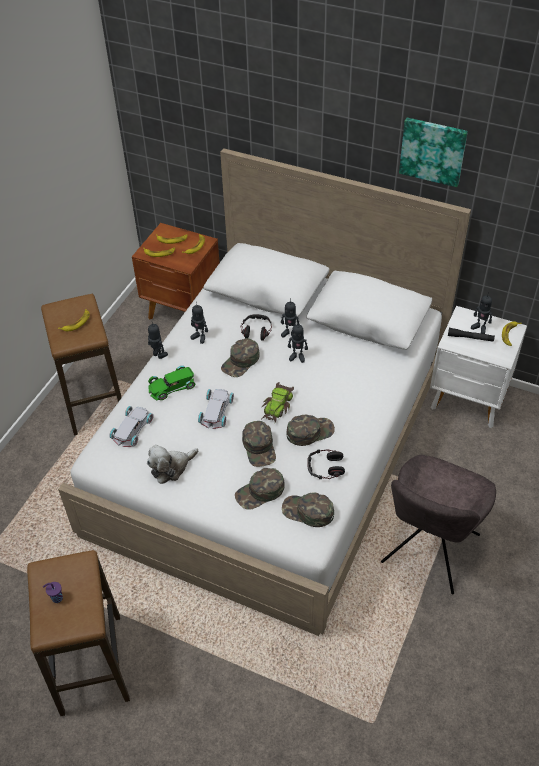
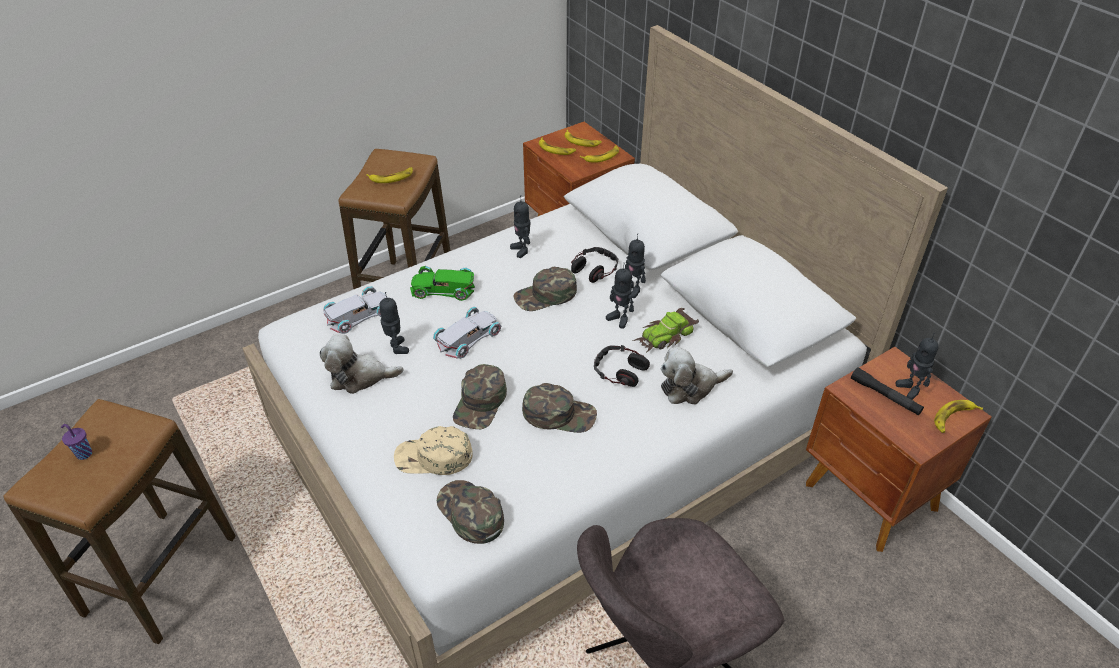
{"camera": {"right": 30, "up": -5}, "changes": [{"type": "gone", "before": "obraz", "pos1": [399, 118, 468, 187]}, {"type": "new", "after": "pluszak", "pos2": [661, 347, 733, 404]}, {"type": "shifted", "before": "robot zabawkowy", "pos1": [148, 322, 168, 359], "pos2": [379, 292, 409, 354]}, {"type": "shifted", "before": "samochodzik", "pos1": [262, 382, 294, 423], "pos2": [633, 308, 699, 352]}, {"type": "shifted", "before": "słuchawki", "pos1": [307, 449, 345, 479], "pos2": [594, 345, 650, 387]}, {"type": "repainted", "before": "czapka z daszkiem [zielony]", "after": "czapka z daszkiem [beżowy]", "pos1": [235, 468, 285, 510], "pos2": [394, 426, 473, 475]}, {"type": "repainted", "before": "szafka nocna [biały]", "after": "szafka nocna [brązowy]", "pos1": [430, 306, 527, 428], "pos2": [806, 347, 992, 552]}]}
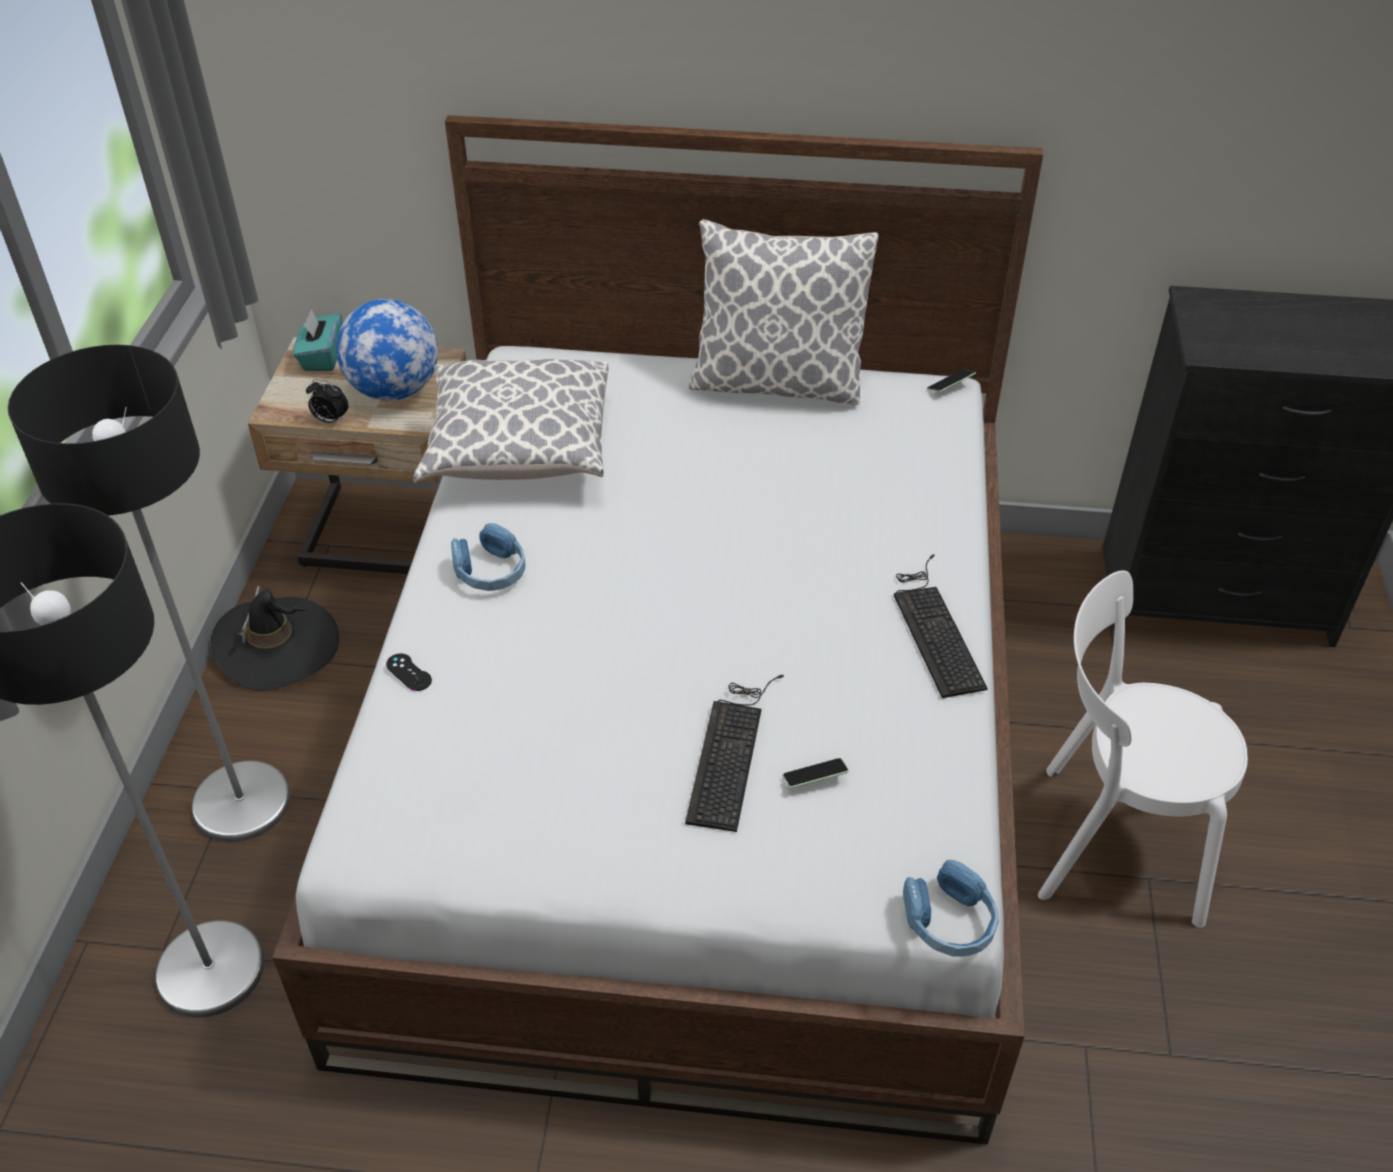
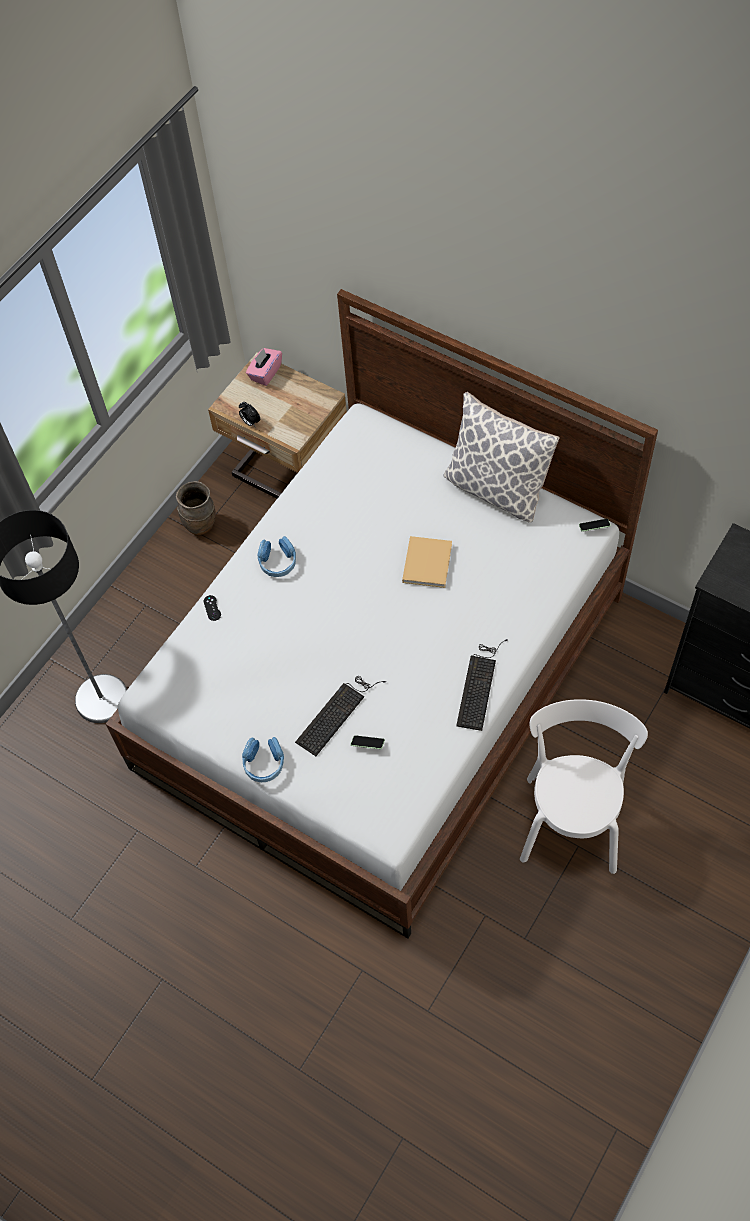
{"camera": {"right": 30, "up": 15}, "changes": [{"type": "gone", "before": "lampa stojąca", "pos1": [8, 345, 290, 842]}, {"type": "gone", "before": "globus", "pos1": [336, 299, 438, 401]}, {"type": "gone", "before": "poduszka", "pos1": [413, 359, 609, 483]}, {"type": "new", "after": "książka [beżowy]", "pos2": [402, 536, 452, 588]}, {"type": "shifted", "before": "słuchawki [niebieski]", "pos1": [903, 860, 999, 957], "pos2": [242, 737, 284, 782]}, {"type": "swapped", "before": "kapelusz [czarny]", "after": "wazon [brązowy]", "pos1": [211, 586, 339, 691], "pos2": [176, 481, 216, 535]}, {"type": "repainted", "before": "pudełko chusteczek [turkusowy]", "after": "pudełko chusteczek [różowy]", "pos1": [293, 309, 343, 371], "pos2": [246, 348, 282, 386]}, {"type": "rotated", "before": "krzesło [biały]", "pos1": [1038, 570, 1248, 928], "pos2": [520, 699, 648, 874], "turn": 60}]}
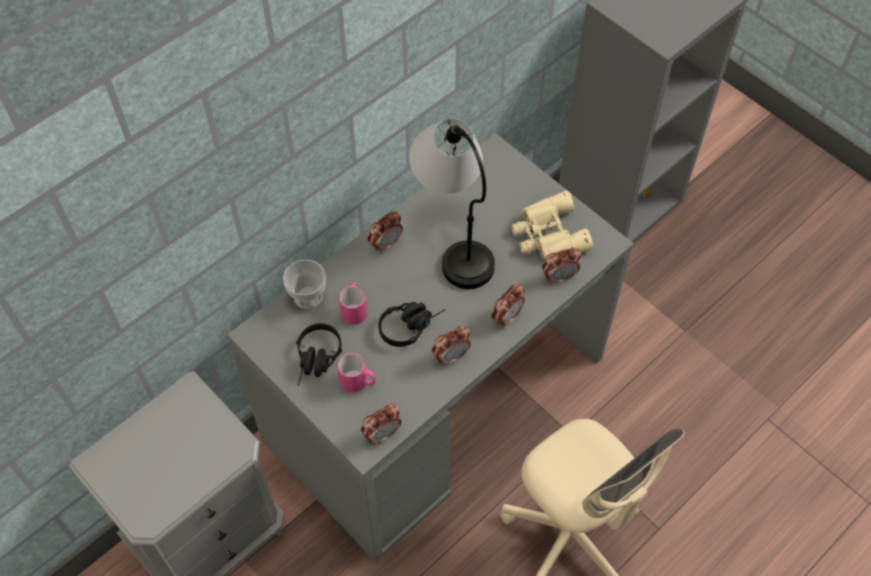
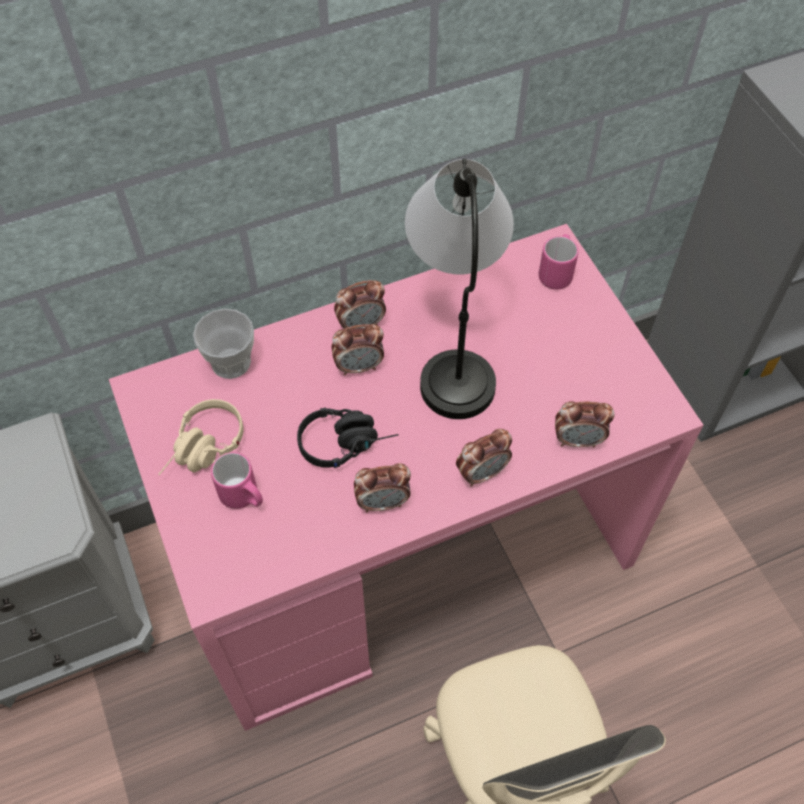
{"camera": {"right": 20, "up": 0}, "changes": [{"type": "gone", "before": "lornetka [beżowy]", "pos1": [511, 190, 593, 260]}, {"type": "shifted", "before": "kubek [różowy]", "pos1": [339, 282, 367, 325], "pos2": [539, 234, 579, 290]}, {"type": "shifted", "before": "budzik", "pos1": [361, 404, 401, 445], "pos2": [331, 324, 384, 376]}, {"type": "repainted", "before": "biurko [szary]", "after": "biurko [różowy]", "pos1": [227, 133, 633, 562], "pos2": [109, 224, 703, 731]}, {"type": "repainted", "before": "słuchawki [czarny]", "after": "słuchawki [beżowy]", "pos1": [296, 323, 342, 386], "pos2": [158, 399, 244, 475]}]}
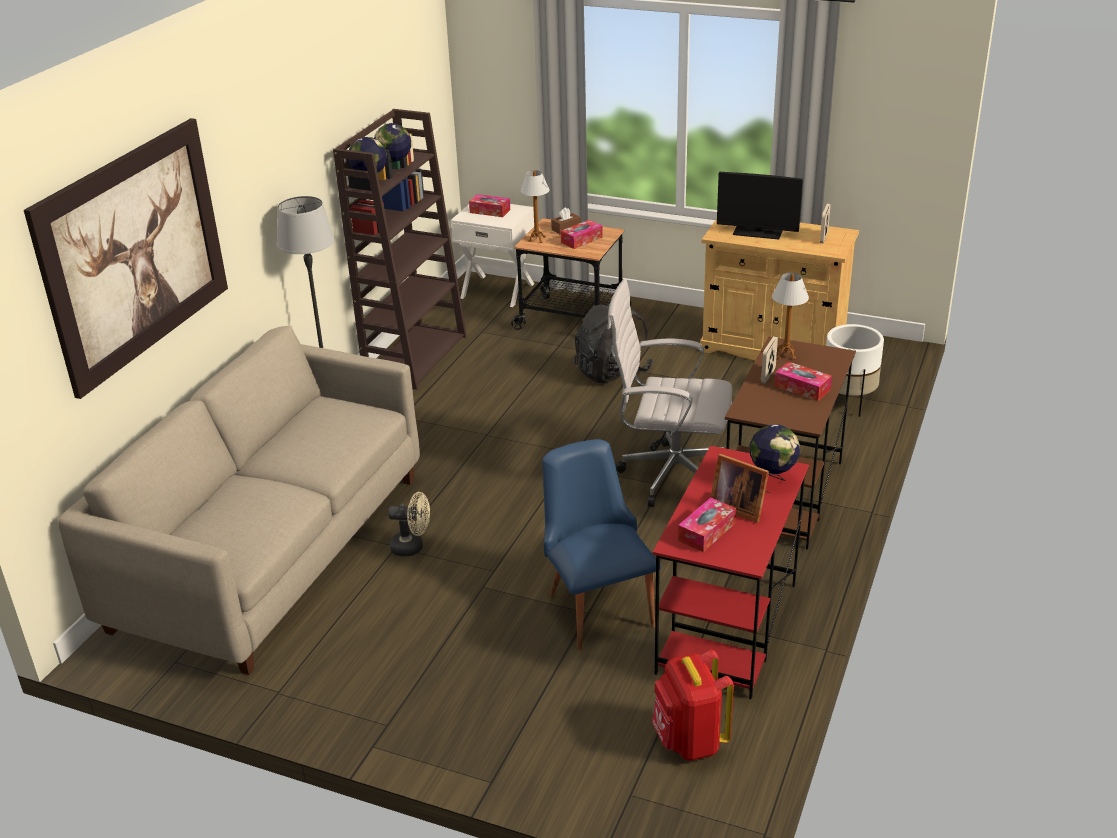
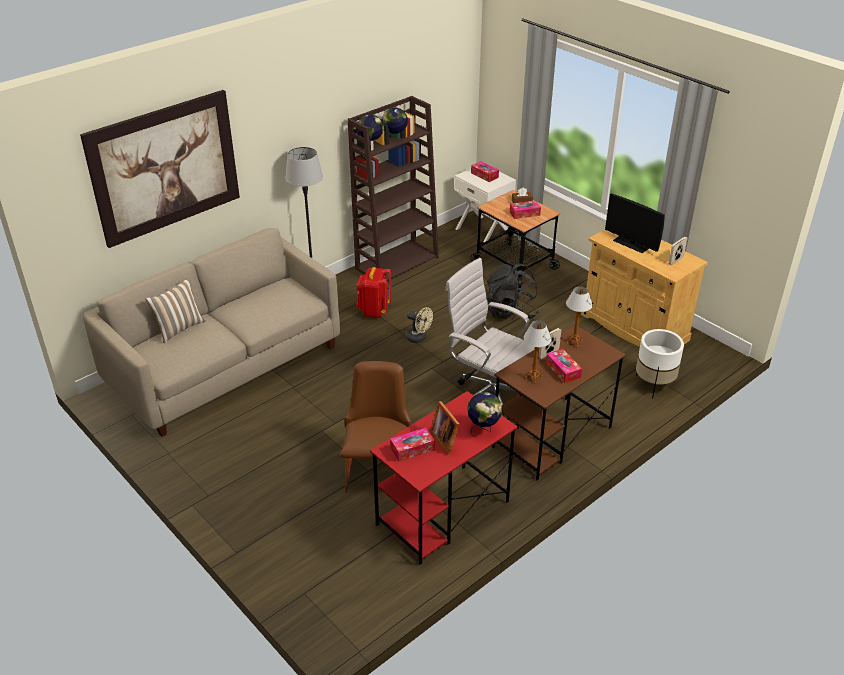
{"camera": {"right": 25, "up": 5}, "changes": [{"type": "new", "after": "poduszka", "pos2": [145, 277, 205, 343]}, {"type": "shifted", "before": "wentylator [beżowy]", "pos1": [388, 492, 430, 557], "pos2": [406, 307, 433, 343]}, {"type": "shifted", "before": "lampa stołowa", "pos1": [520, 170, 550, 243], "pos2": [523, 320, 552, 383]}, {"type": "shifted", "before": "plecak [czerwony]", "pos1": [652, 650, 734, 761], "pos2": [356, 267, 392, 318]}, {"type": "repainted", "before": "krzesło [niebieski]", "after": "krzesło [brązowy]", "pos1": [542, 439, 661, 650], "pos2": [340, 361, 412, 493]}]}
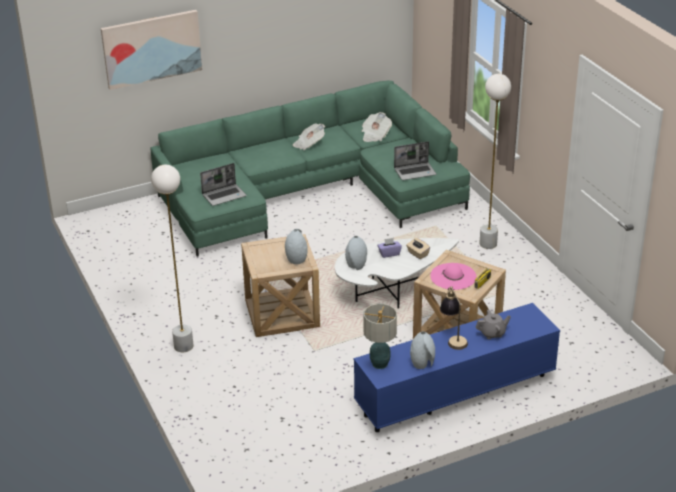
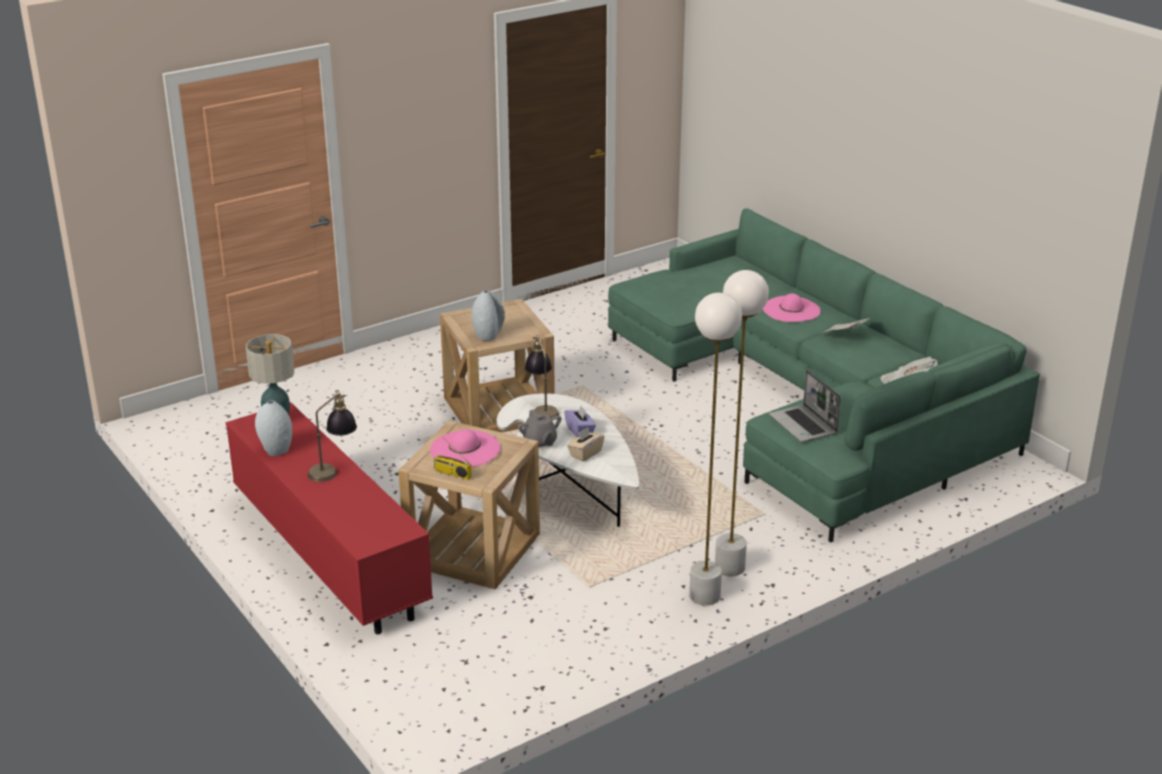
{"camera": {"right": 80, "up": -5}, "changes": [{"type": "gone", "before": "obraz", "pos1": [101, 10, 202, 90]}, {"type": "gone", "before": "laptop", "pos1": [200, 163, 247, 206]}, {"type": "new", "after": "kapelusz [różowy]", "pos2": [763, 293, 821, 322]}, {"type": "shifted", "before": "lampa stojąca [biały]", "pos1": [151, 165, 194, 352], "pos2": [689, 293, 742, 606]}, {"type": "shifted", "before": "imbryk [szary]", "pos1": [476, 310, 511, 339], "pos2": [518, 410, 562, 447]}, {"type": "swapped", "before": "wazon [szary]", "after": "lampa stołowa", "pos1": [345, 236, 367, 270], "pos2": [525, 335, 559, 418]}, {"type": "repainted", "before": "szafka pod telewizor [niebieski]", "after": "szafka pod telewizor [czerwony]", "pos1": [354, 303, 560, 432], "pos2": [225, 402, 433, 634]}]}
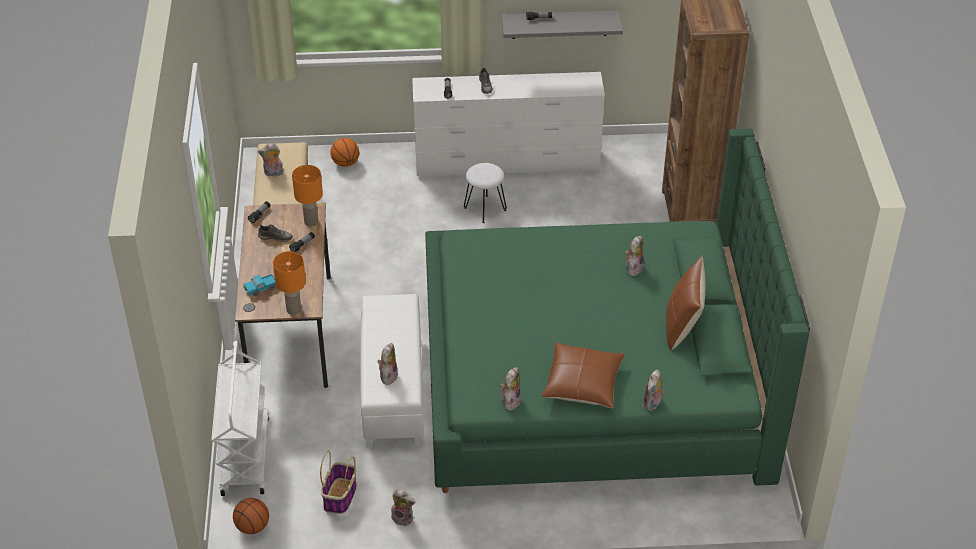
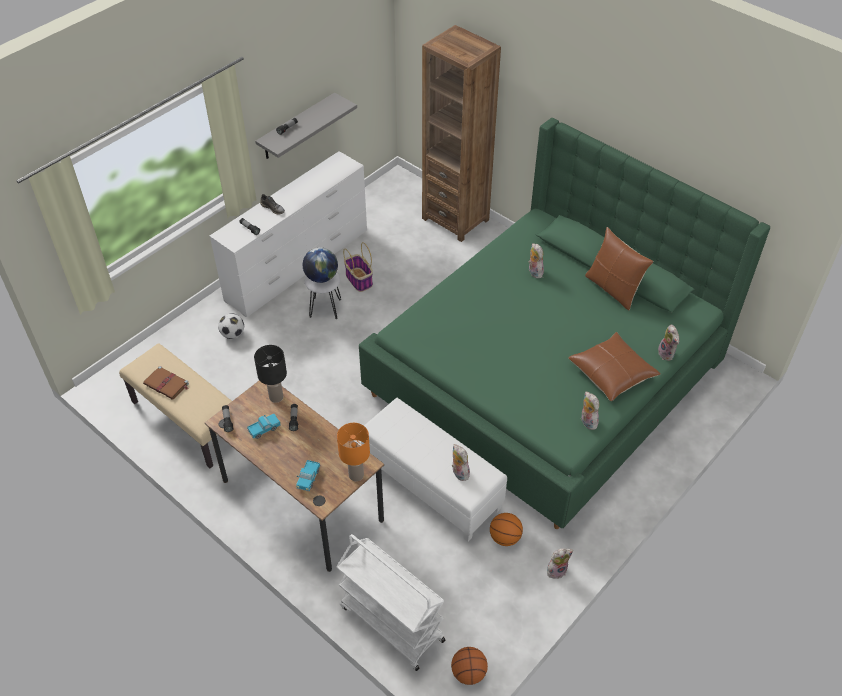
{"camera": {"right": -45, "up": 5}, "changes": [{"type": "new", "after": "piłka futbolowa", "pos2": [218, 313, 244, 339]}, {"type": "new", "after": "globus", "pos2": [303, 247, 338, 283]}, {"type": "shifted", "before": "koszyk", "pos1": [320, 450, 357, 514], "pos2": [343, 242, 373, 292]}, {"type": "shifted", "before": "piłka do koszykówki", "pos1": [331, 138, 359, 167], "pos2": [490, 513, 523, 546]}, {"type": "swapped", "before": "pluszak", "after": "książka [brązowy]", "pos1": [258, 143, 284, 177], "pos2": [143, 366, 189, 400]}, {"type": "swapped", "before": "but [szary]", "after": "ciężarówka zabawkowa", "pos1": [258, 225, 293, 242], "pos2": [247, 414, 281, 439]}, {"type": "repainted", "before": "lampa stołowa [pomarańczowy]", "after": "lampa stołowa [czarny]", "pos1": [292, 165, 323, 227], "pos2": [254, 345, 287, 403]}]}
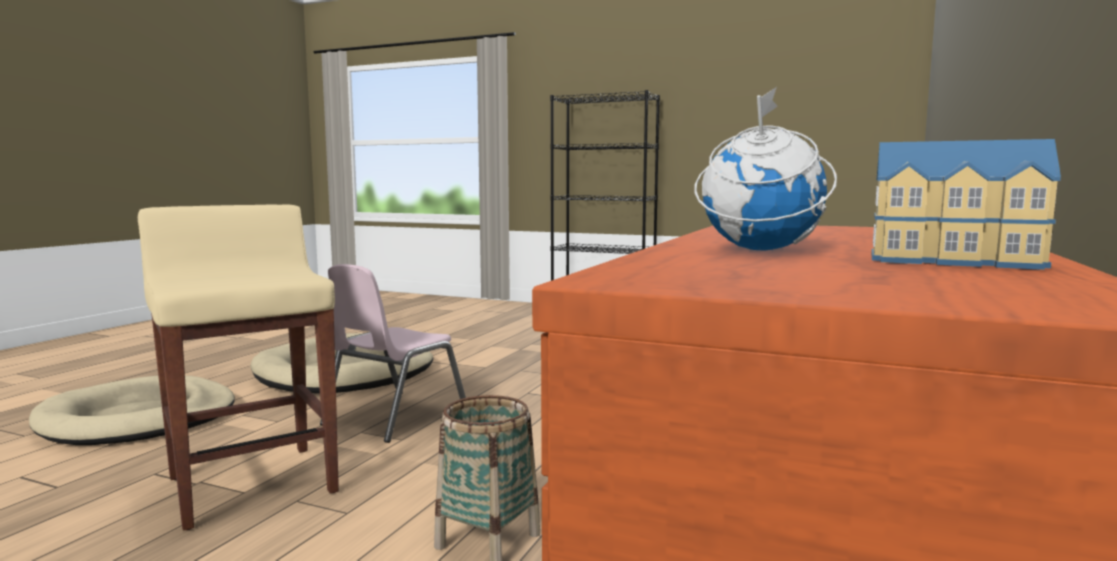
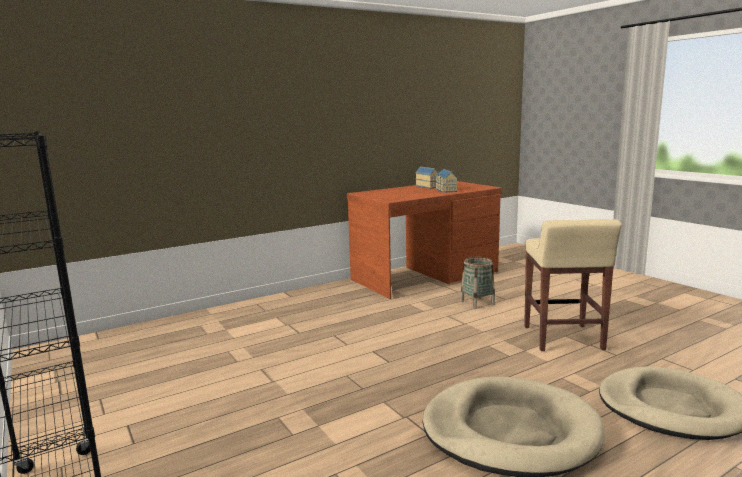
{"camera": {"right": -145, "up": 5}, "changes": [{"type": "gone", "before": "krzesło [różowy]", "pos1": [320, 264, 466, 443]}, {"type": "swapped", "before": "globus", "after": "domek", "pos1": [695, 87, 837, 251], "pos2": [436, 169, 458, 193]}]}
